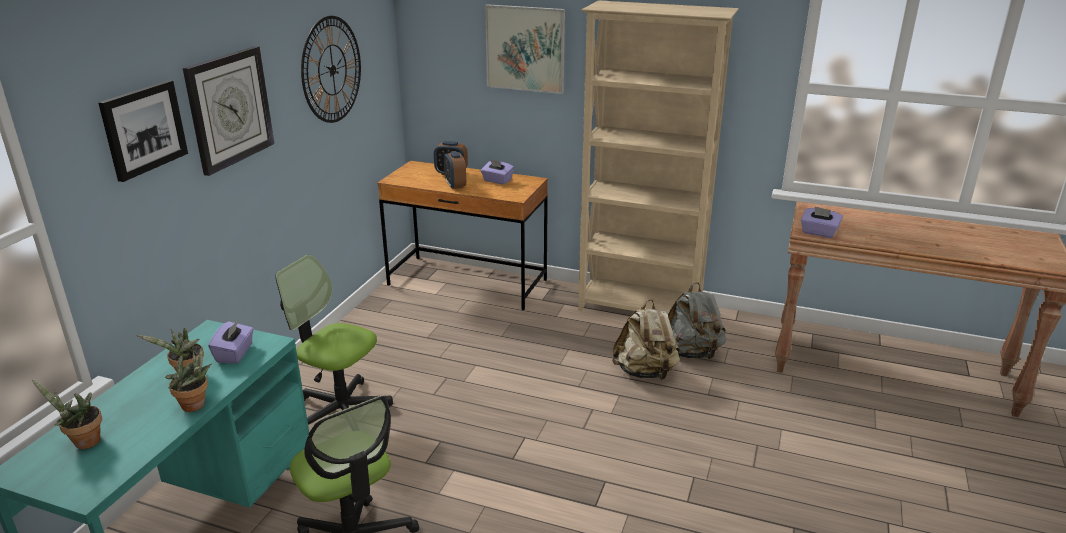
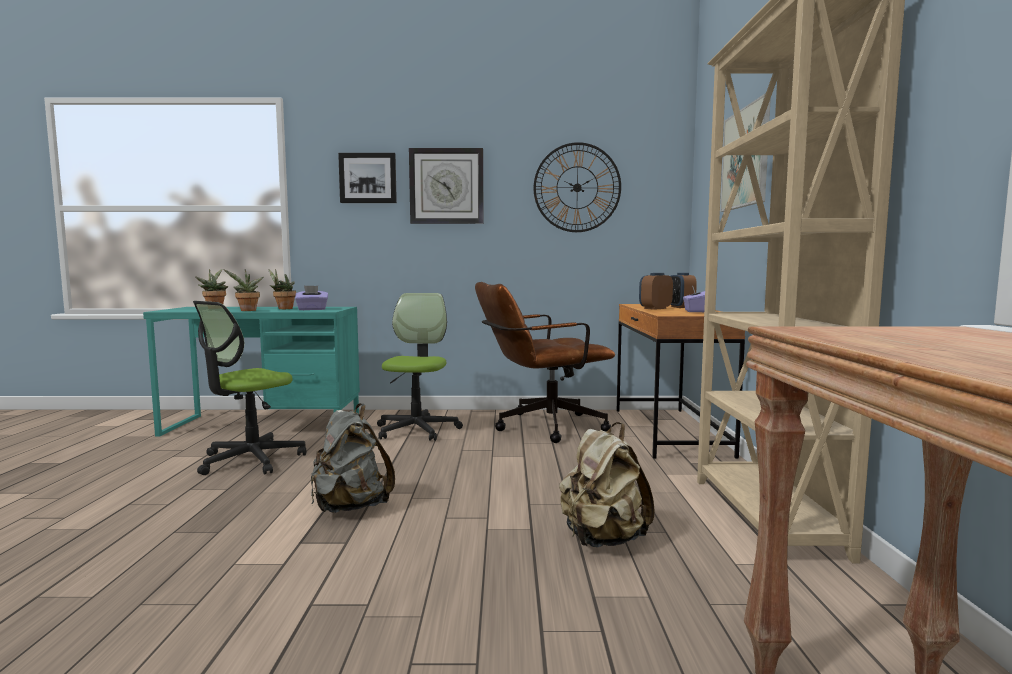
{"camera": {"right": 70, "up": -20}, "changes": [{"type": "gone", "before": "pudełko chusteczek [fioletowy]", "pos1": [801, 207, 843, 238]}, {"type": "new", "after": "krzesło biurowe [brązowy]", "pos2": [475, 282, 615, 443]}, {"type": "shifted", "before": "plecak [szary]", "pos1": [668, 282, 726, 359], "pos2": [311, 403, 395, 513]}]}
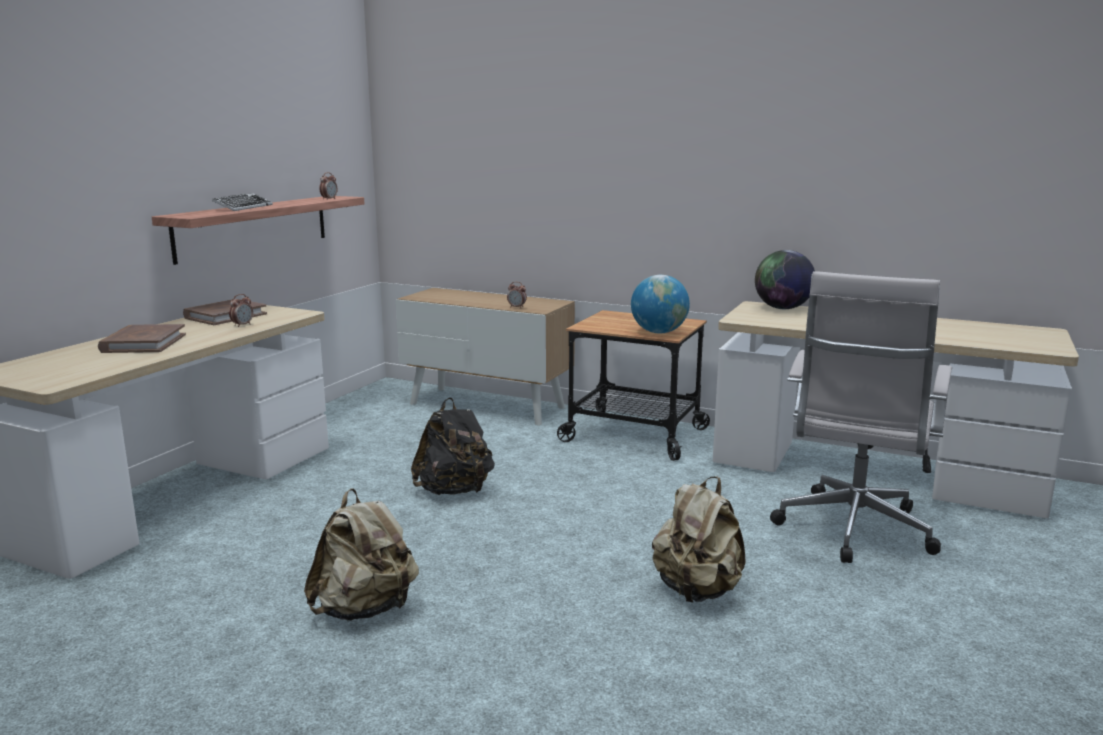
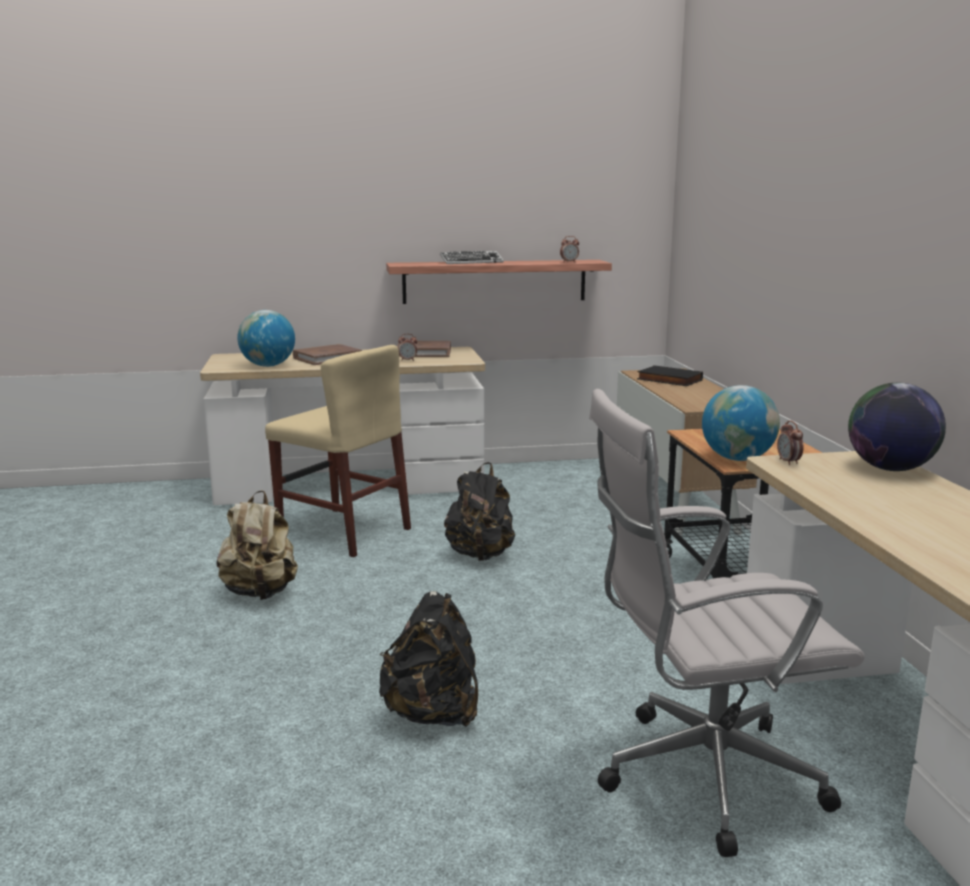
{"camera": {"right": 55, "up": 0}, "changes": [{"type": "new", "after": "globus", "pos2": [237, 310, 295, 367]}, {"type": "new", "after": "krzesło [beżowy]", "pos2": [265, 345, 411, 557]}, {"type": "new", "after": "książka [czarny]", "pos2": [637, 365, 703, 386]}, {"type": "shifted", "before": "budzik", "pos1": [507, 282, 527, 308], "pos2": [777, 420, 803, 465]}, {"type": "repainted", "before": "plecak [beżowy]", "after": "plecak [czarny]", "pos1": [652, 476, 745, 603], "pos2": [379, 591, 478, 727]}]}
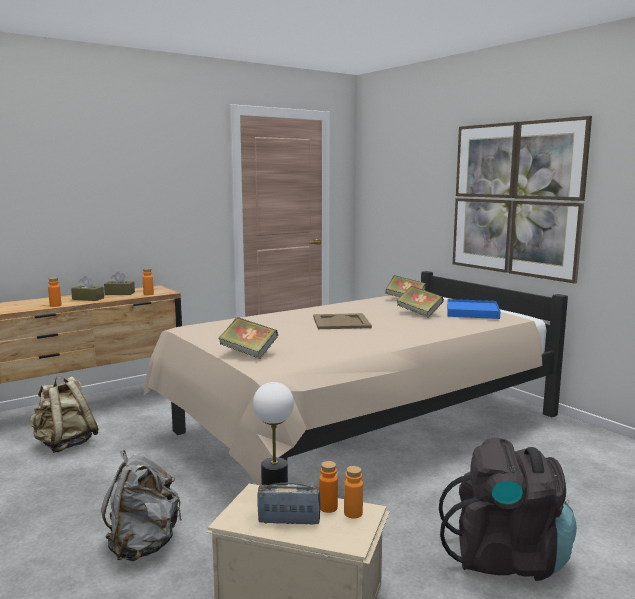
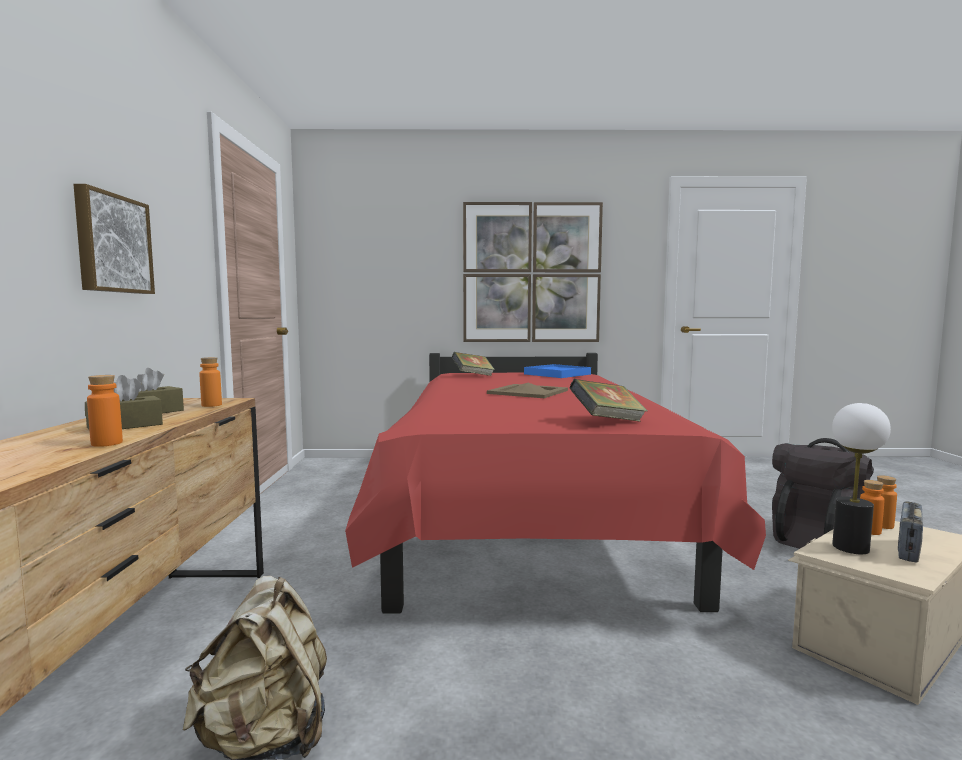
{"camera": {"right": -55, "up": -5}, "changes": [{"type": "gone", "before": "plecak [szary]", "pos1": [101, 450, 182, 561]}, {"type": "gone", "before": "książka", "pos1": [396, 286, 444, 318]}, {"type": "new", "after": "obraz", "pos2": [73, 184, 155, 294]}, {"type": "repainted", "before": "łóżko [beżowy]", "after": "łóżko [czerwony]", "pos1": [144, 271, 568, 485], "pos2": [345, 353, 766, 613]}]}
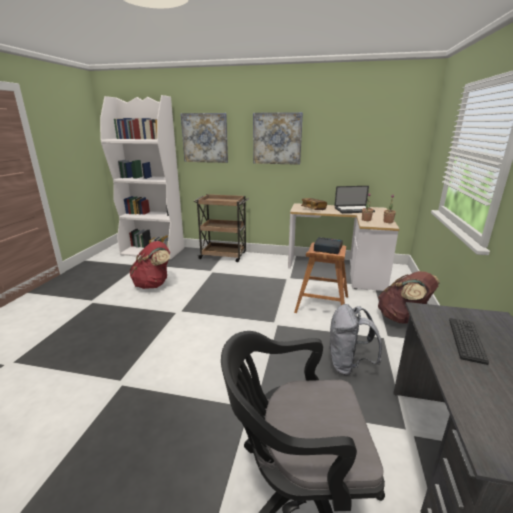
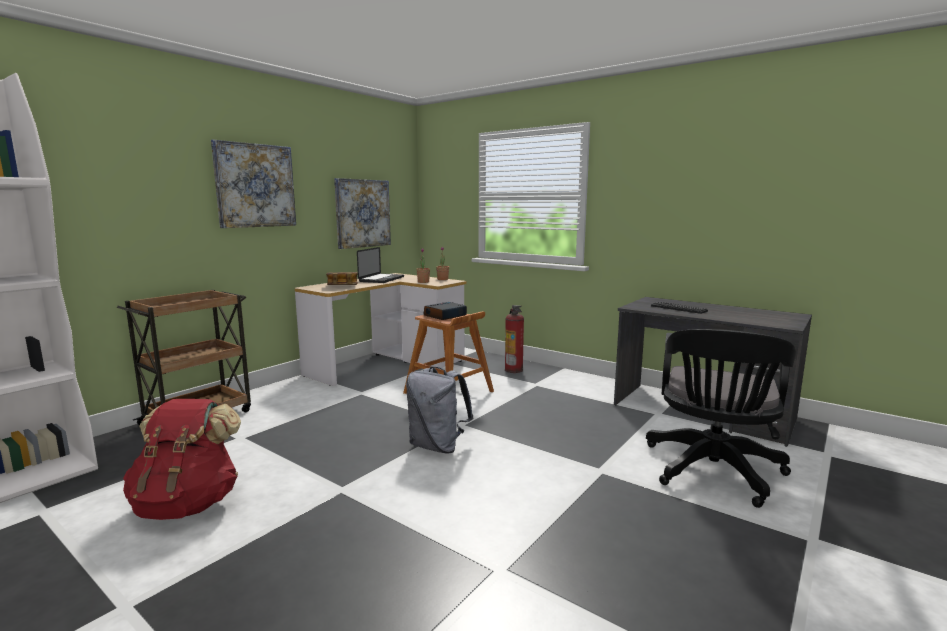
{"camera": {"right": -65, "up": -10}, "changes": [{"type": "shifted", "before": "obraz", "pos1": [181, 113, 228, 163], "pos2": [334, 178, 391, 249]}, {"type": "shifted", "before": "plecak [szary]", "pos1": [329, 304, 382, 376], "pos2": [406, 367, 473, 454]}, {"type": "swapped", "before": "plecak [brązowy]", "after": "gaśnica", "pos1": [378, 271, 440, 324], "pos2": [505, 305, 524, 373]}]}
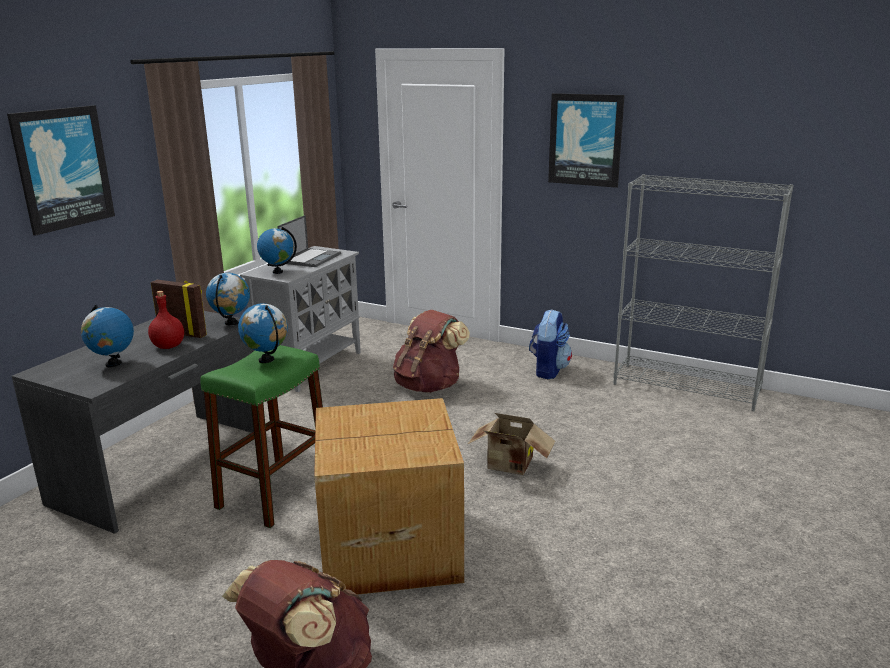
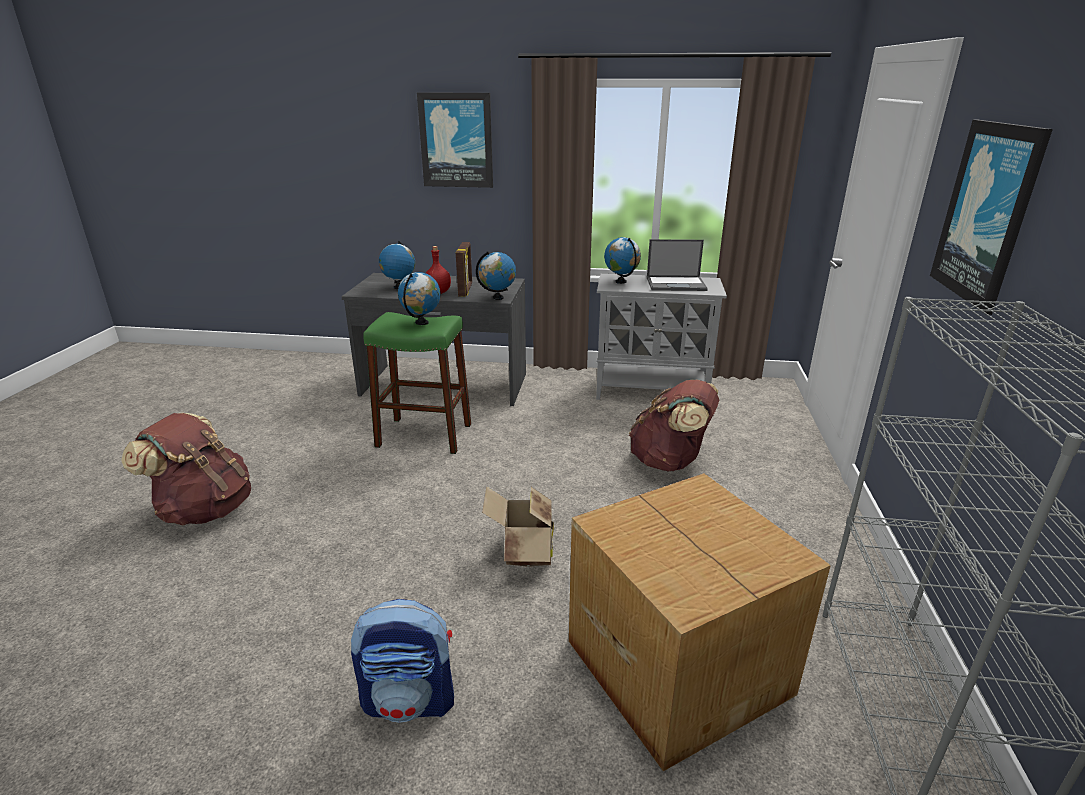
{"camera": {"right": 70, "up": 5}, "changes": [{"type": "shifted", "before": "karton", "pos1": [314, 398, 464, 595], "pos2": [569, 473, 831, 771]}, {"type": "shifted", "before": "plecak", "pos1": [529, 309, 572, 379], "pos2": [351, 599, 454, 723]}]}
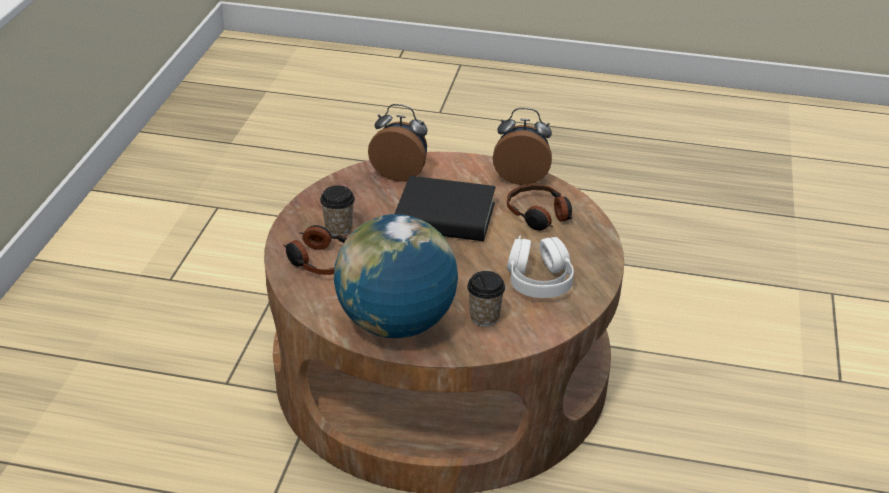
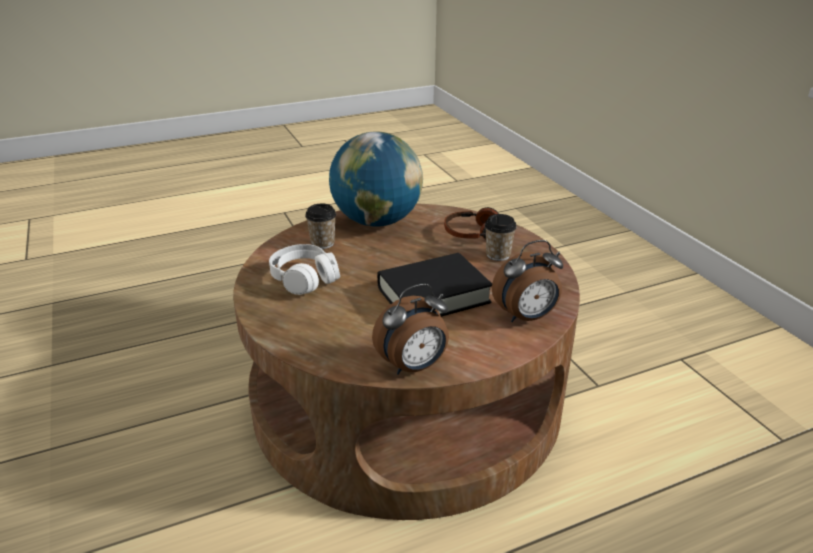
{"camera": {"right": 145, "up": -5}, "changes": [{"type": "gone", "before": "słuchawki", "pos1": [507, 184, 572, 231]}]}
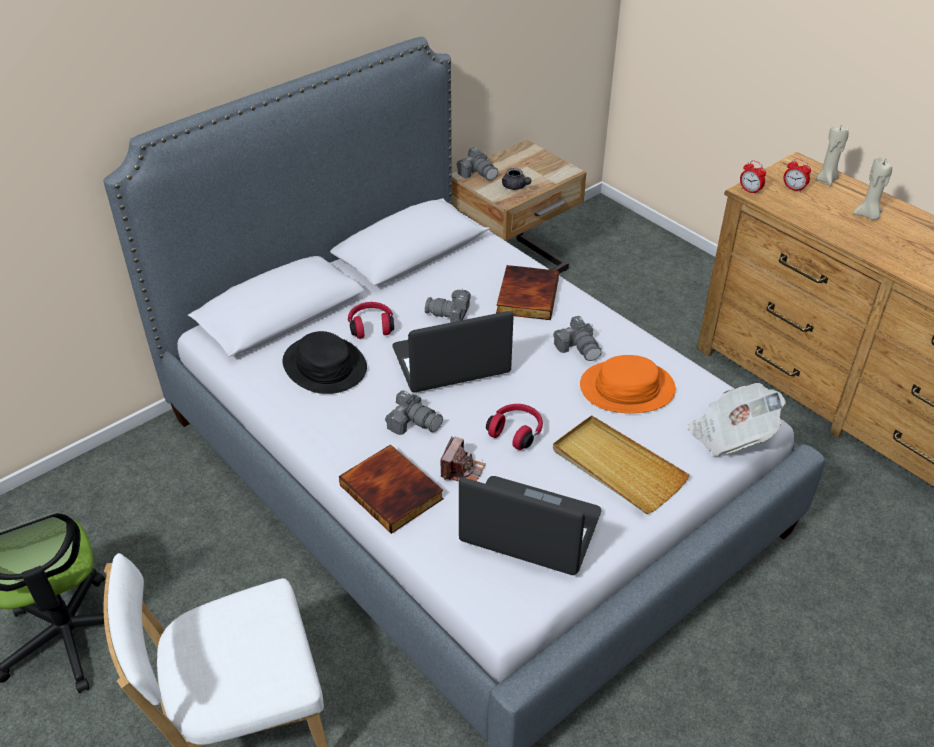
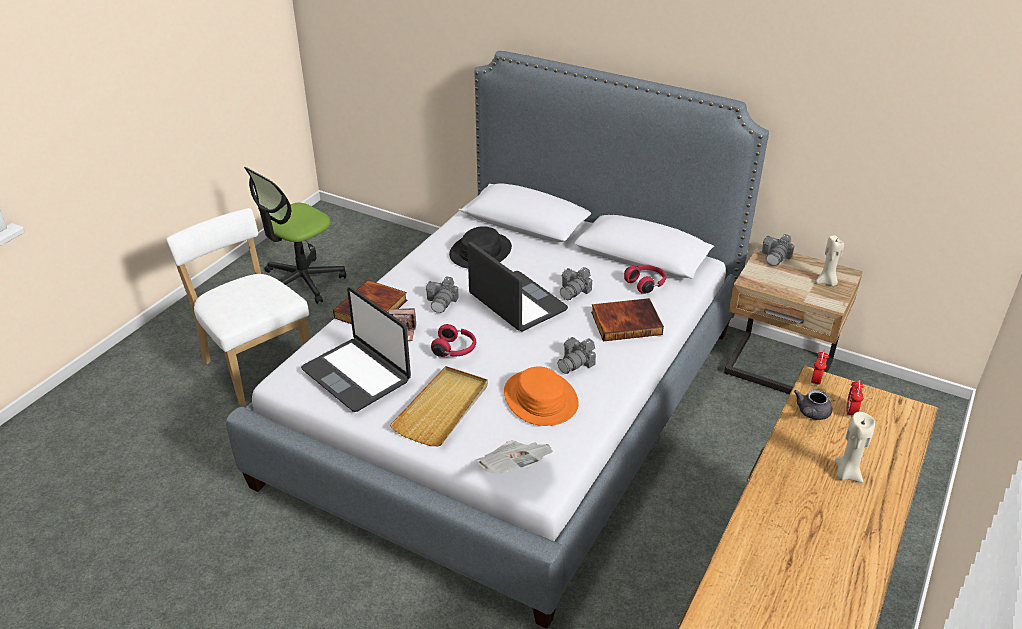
{"camera": {"right": 70, "up": -5}, "changes": [{"type": "shifted", "before": "słuchawki [czerwony]", "pos1": [348, 302, 394, 339], "pos2": [624, 265, 666, 294]}, {"type": "shifted", "before": "imbryk [szary]", "pos1": [502, 168, 531, 190], "pos2": [794, 390, 832, 420]}, {"type": "shifted", "before": "świeca [beżowy]", "pos1": [816, 126, 849, 186], "pos2": [816, 235, 844, 286]}, {"type": "rotated", "before": "aparat fotograficzny", "pos1": [425, 289, 471, 323], "pos2": [560, 267, 592, 300], "turn": -135}, {"type": "rotated", "before": "laptop", "pos1": [459, 476, 601, 575], "pos2": [301, 287, 411, 412], "turn": 135}]}
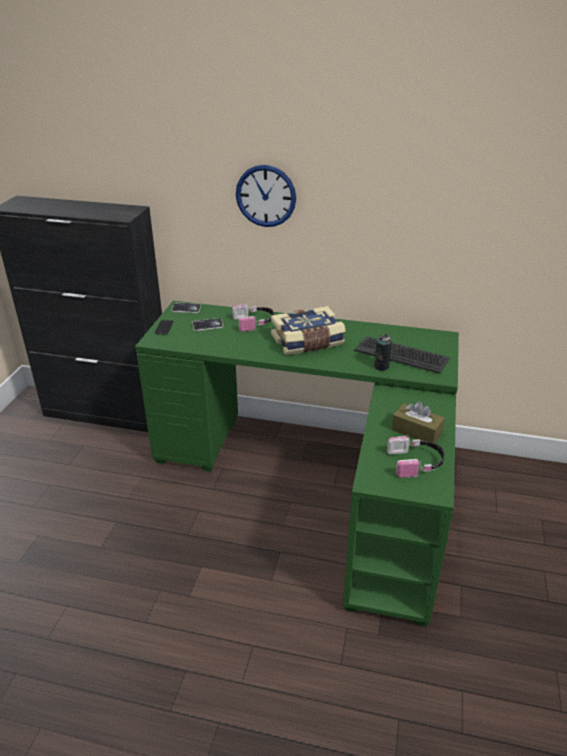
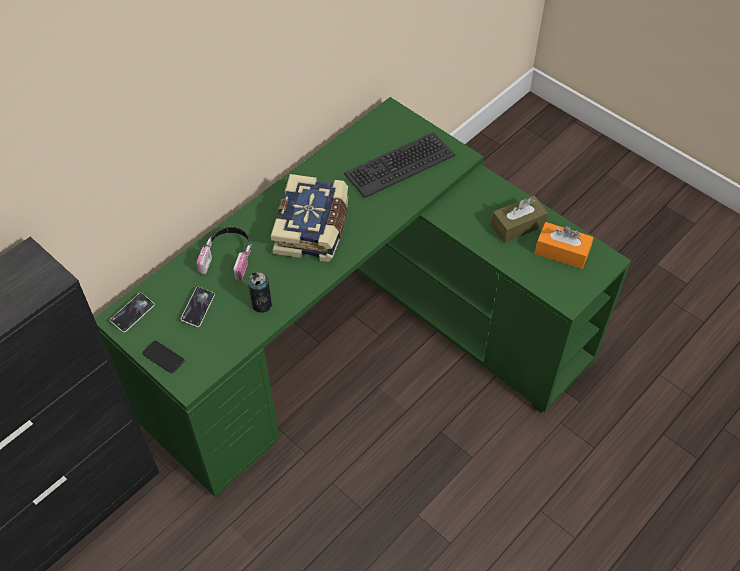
{"camera": {"right": -60, "up": 20}, "changes": [{"type": "gone", "before": "zegar ścienny", "pos1": [236, 165, 296, 227]}, {"type": "shifted", "before": "puszka", "pos1": [374, 335, 392, 371], "pos2": [248, 272, 272, 313]}, {"type": "swapped", "before": "słuchawki", "after": "pudełko chusteczek [pomarańczowy]", "pos1": [387, 436, 444, 478], "pos2": [535, 222, 594, 269]}]}
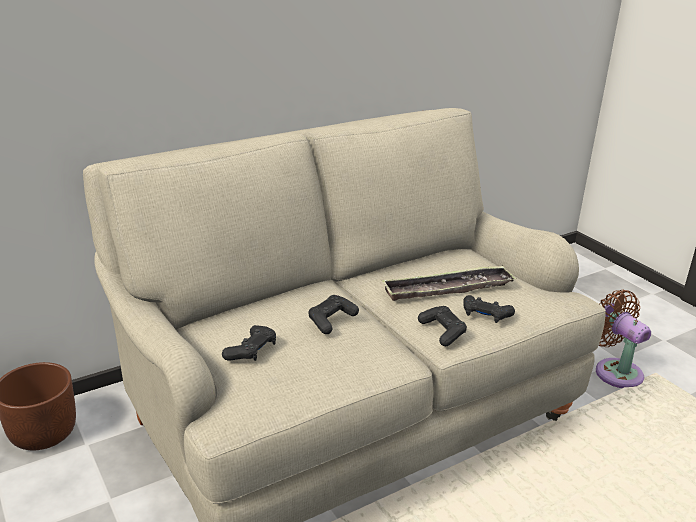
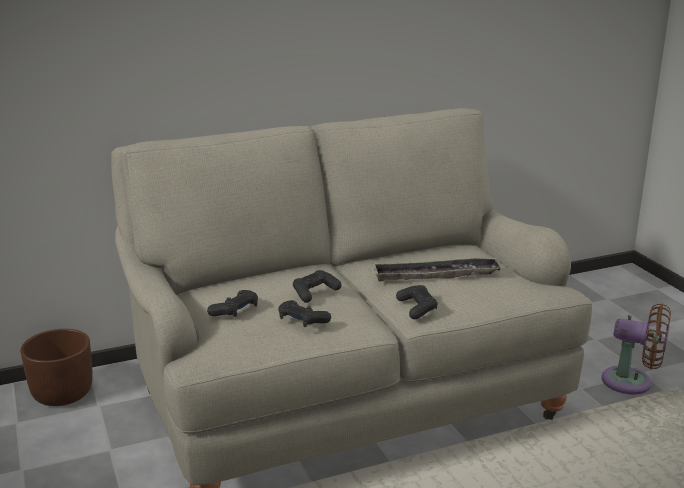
{"camera": {"right": 10, "up": -5}, "changes": [{"type": "shifted", "before": "pad do gier [czarny]", "pos1": [463, 295, 515, 323], "pos2": [278, 300, 331, 327]}, {"type": "rotated", "before": "wentylator [brązowy]", "pos1": [596, 290, 651, 388], "pos2": [602, 303, 671, 395], "turn": 135}]}
